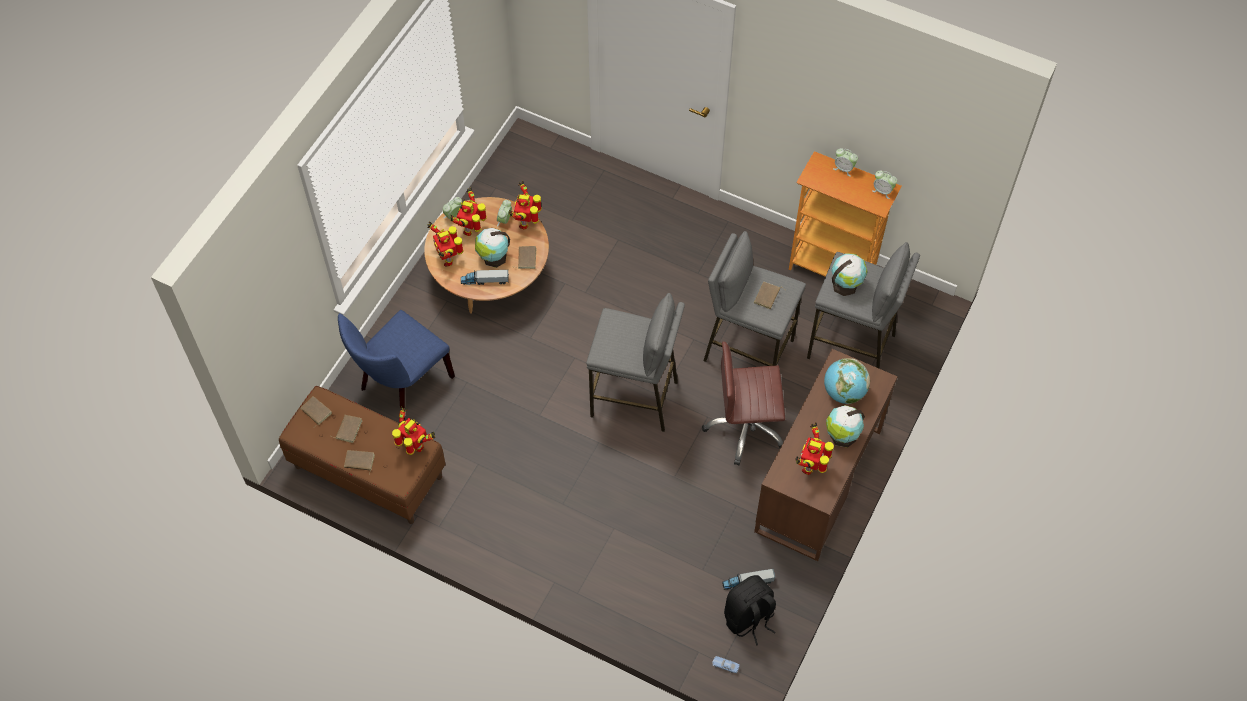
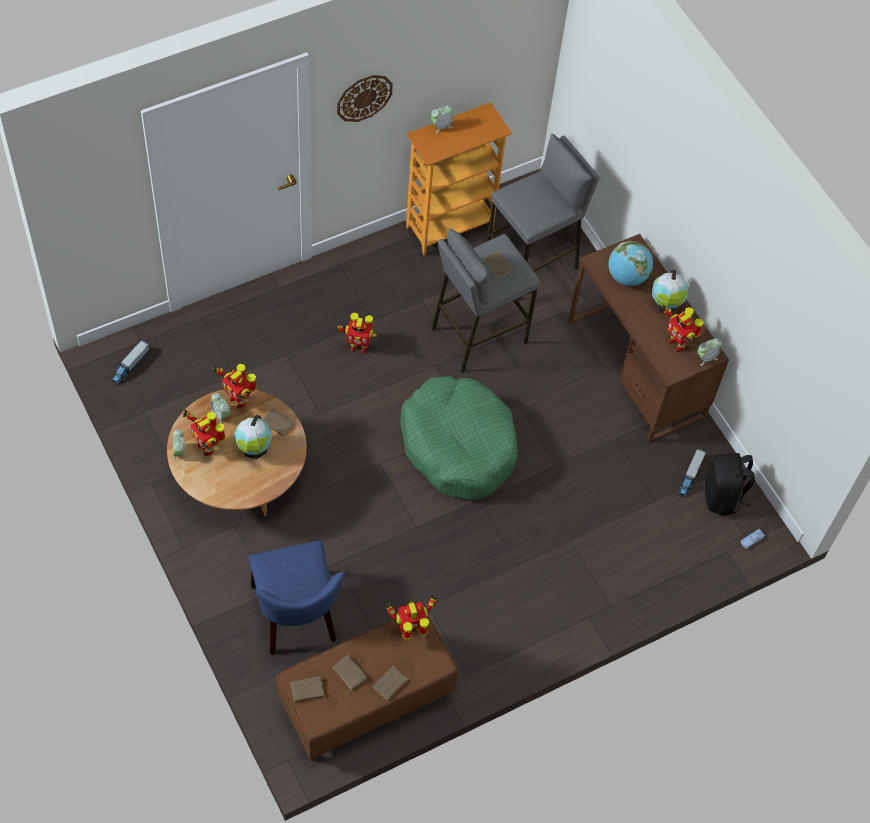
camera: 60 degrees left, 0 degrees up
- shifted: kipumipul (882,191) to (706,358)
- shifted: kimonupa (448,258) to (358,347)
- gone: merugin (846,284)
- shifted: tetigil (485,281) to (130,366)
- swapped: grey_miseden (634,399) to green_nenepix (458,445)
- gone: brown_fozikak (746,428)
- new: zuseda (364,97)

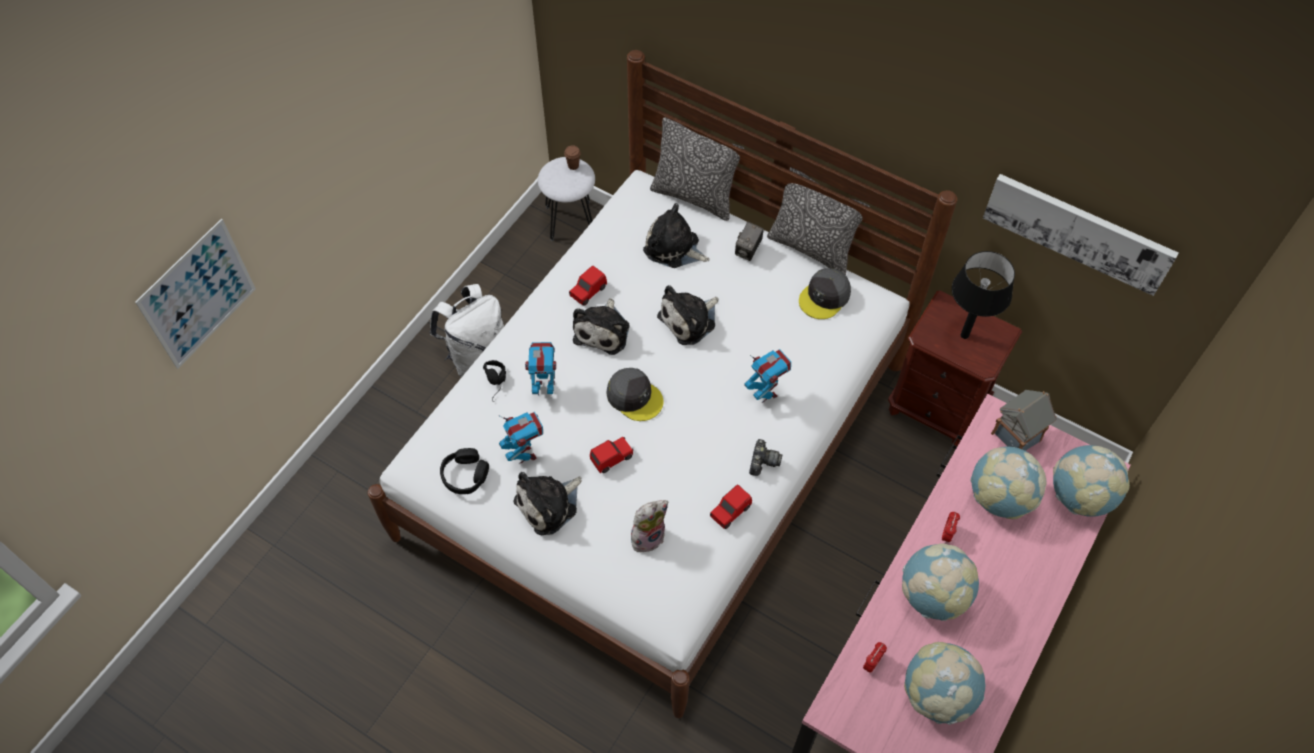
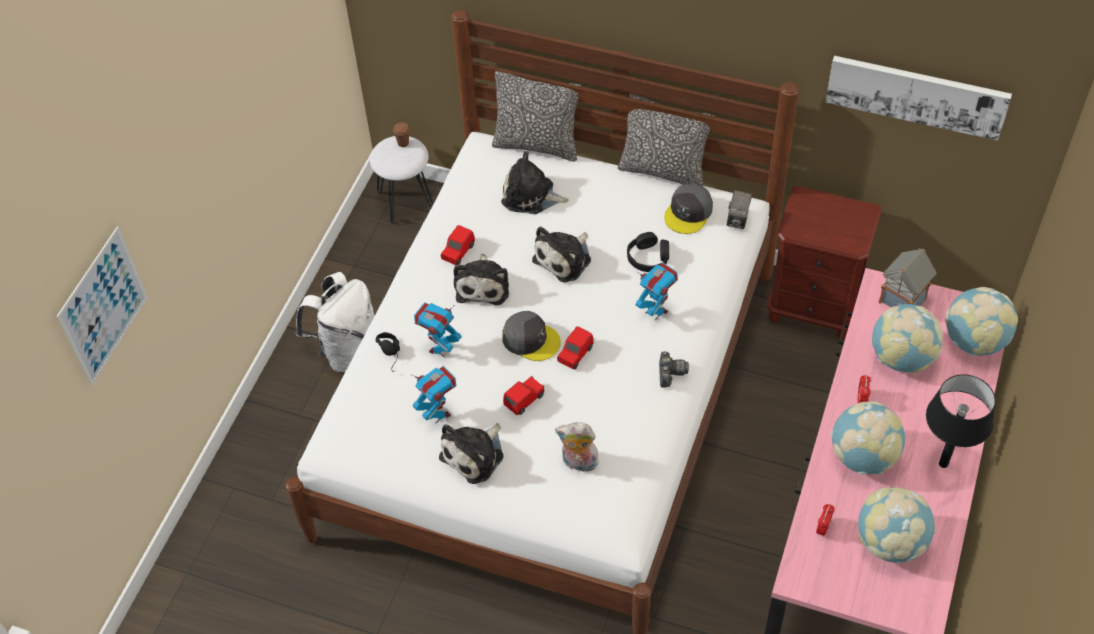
camera: 10 degrees left, 5 degrees down
- shifted: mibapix (748,250) to (738,219)
- shifted: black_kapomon (964,335) to (943,464)
- rotated: kimonupa (544,387) = (440,348) 45 degrees counterclockwise
- shifted: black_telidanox (465,475) to (648,257)
- shifted: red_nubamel (730,512) to (575,354)
- rotated: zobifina (647,536) = (578,463) 120 degrees counterclockwise

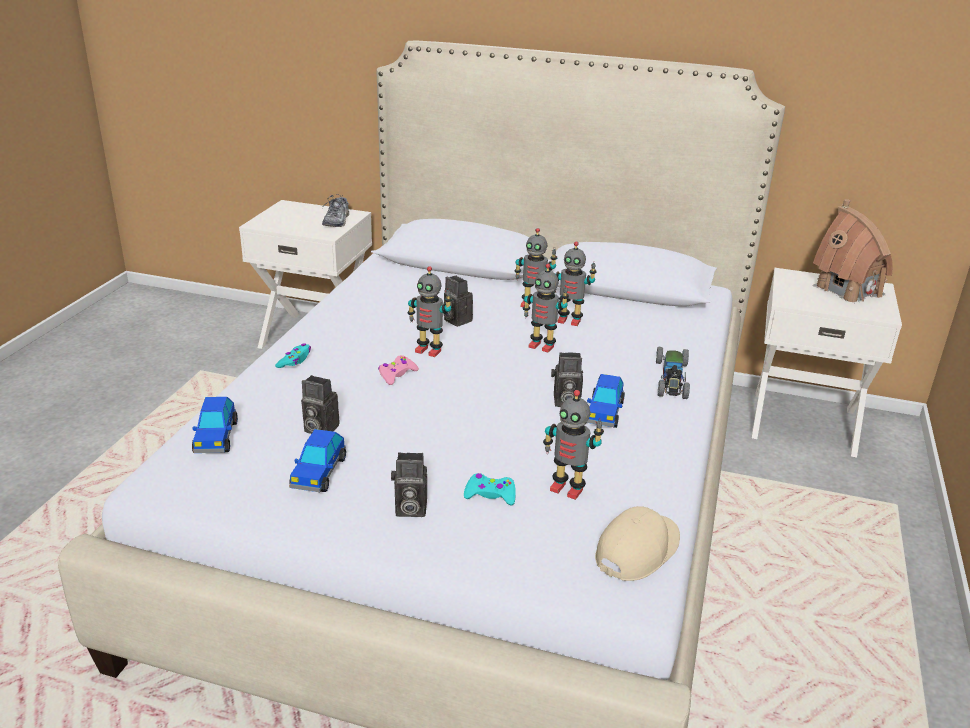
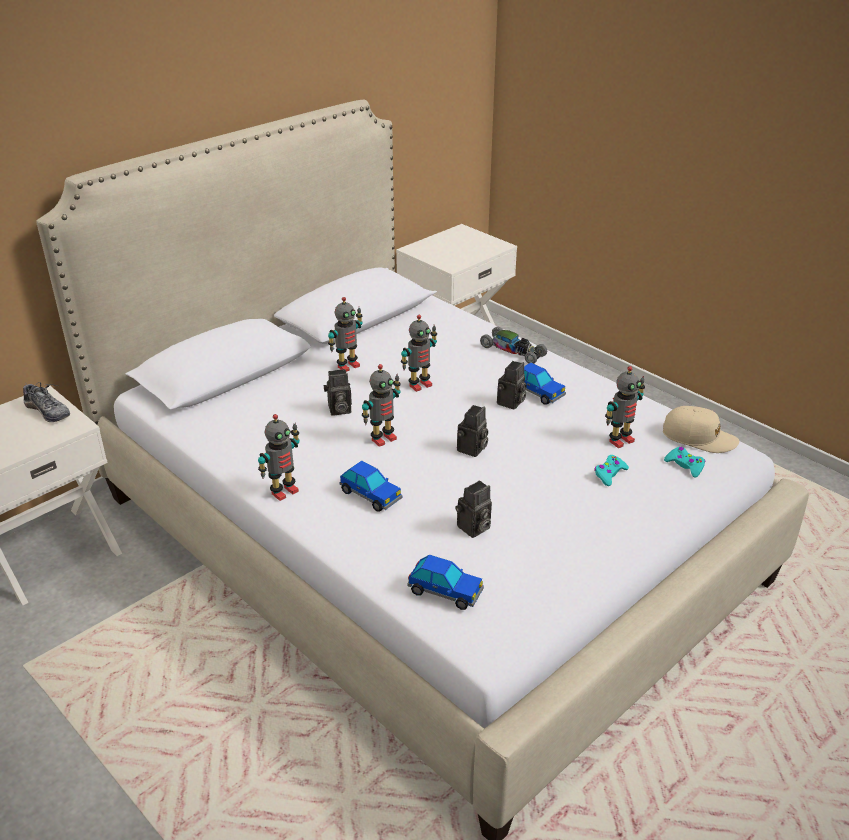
camera: 60 degrees left, 5 degrees up
- gone: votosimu (848,290)
- shifted: kimonupa (569,320) to (283,491)
- shifted: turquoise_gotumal (295,360) to (685,465)
- gone: pink_gotumal (397,374)
- shifted: nubamel (319,473) to (370,495)
- shifted: mibapix (409,509) to (472,450)
- rotated: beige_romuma (637,550) = (699,437) 135 degrees clockwise

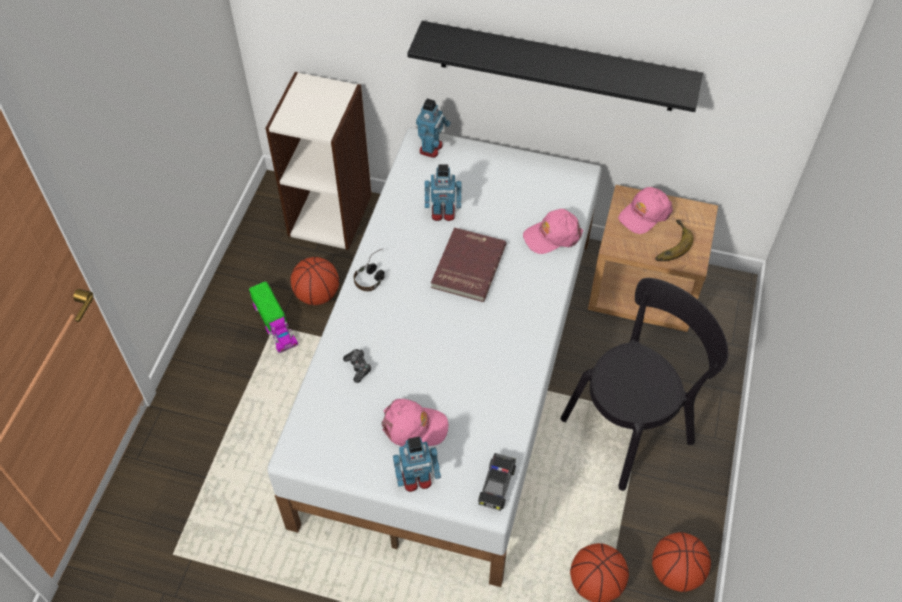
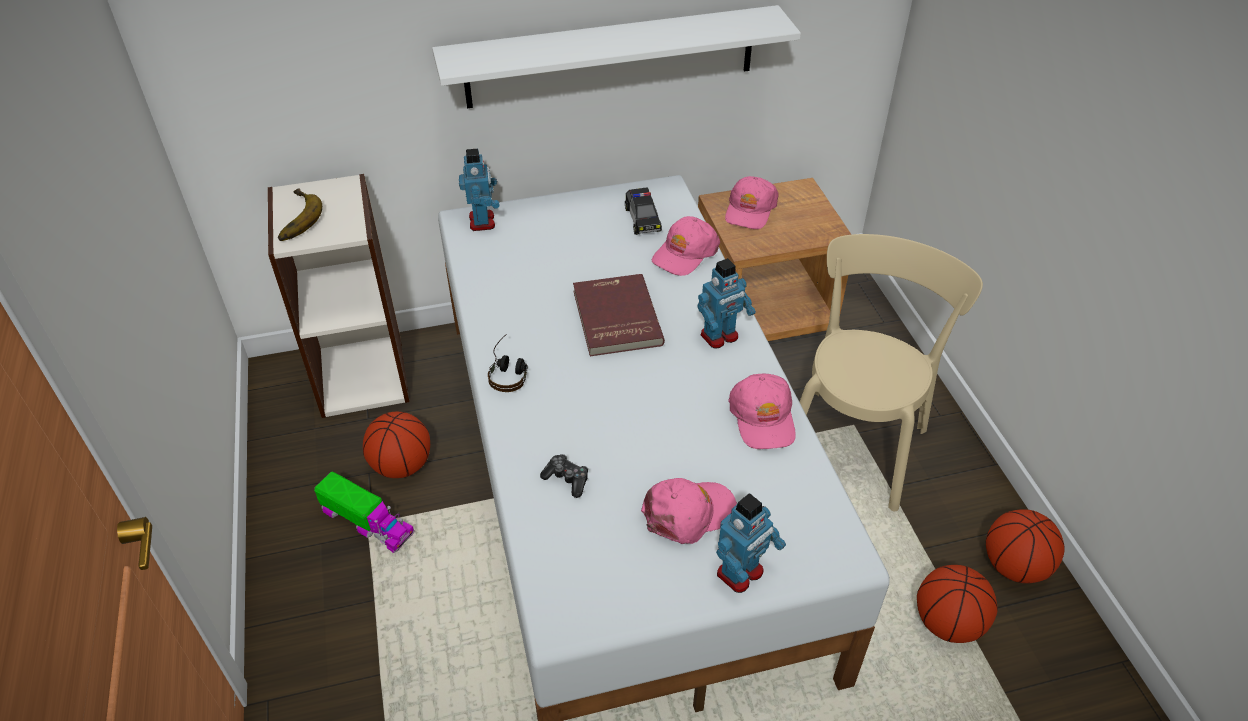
camera: 30 degrees left, 10 degrees down
- repainted: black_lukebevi (557,67) to white_lukebevi (611,57)
- shifted: kimonupa (443,213) to (720,336)
- shifted: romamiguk (669,244) to (294,219)
- repainted: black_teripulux (631,427) to beige_teripulux (854,443)
- shifted: nubamel (497,485) to (642,219)
- new: pink_romuma (763,417)

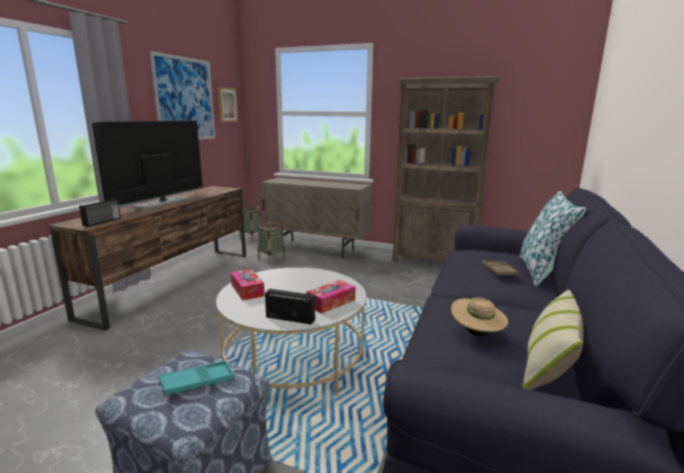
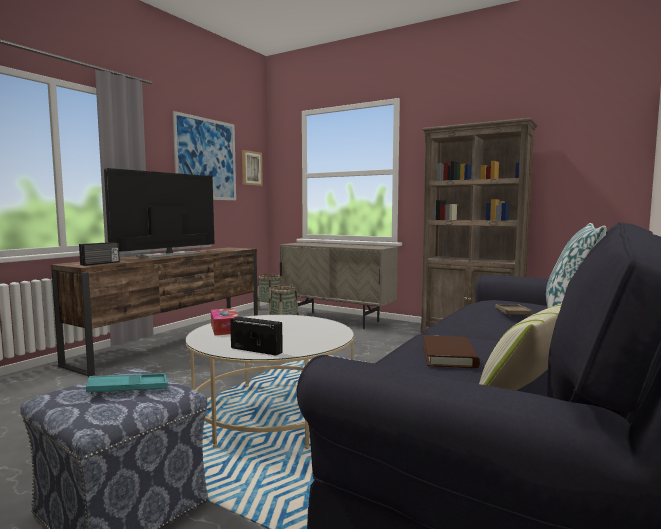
camera: 10 degrees right, 10 degrees down
- gone: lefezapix (331,302)
- swapped: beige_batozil (476,334) to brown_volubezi (449,356)

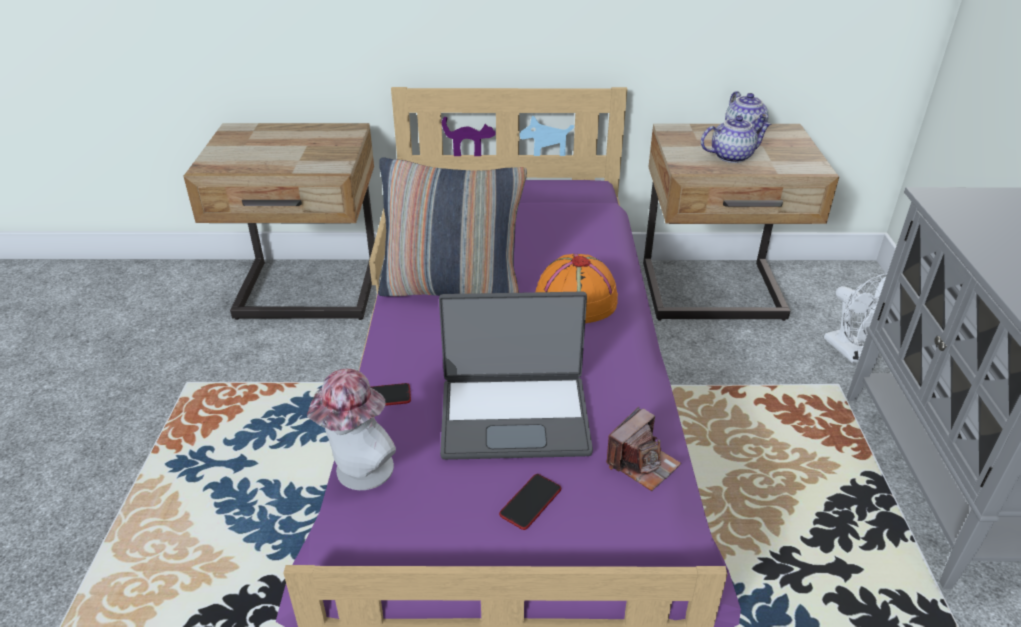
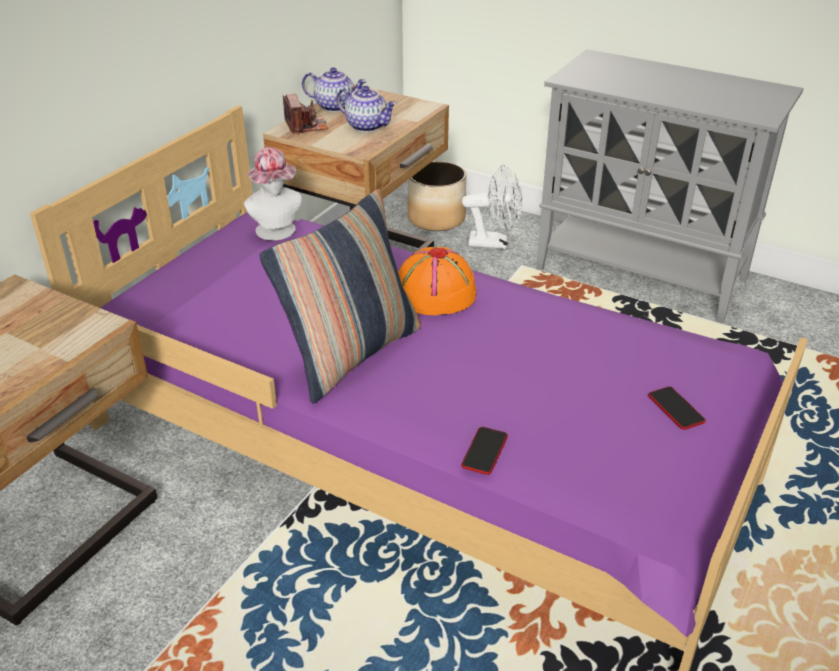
camera: 60 degrees left, 0 degrees up
- rotated: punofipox (731,156) = (368,126) 105 degrees clockwise
- gone: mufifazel (514,416)
- shifted: batozil (359,473) to (277,233)
- shifted: mibapix (642,463) to (306,126)
- new: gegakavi (435,218)

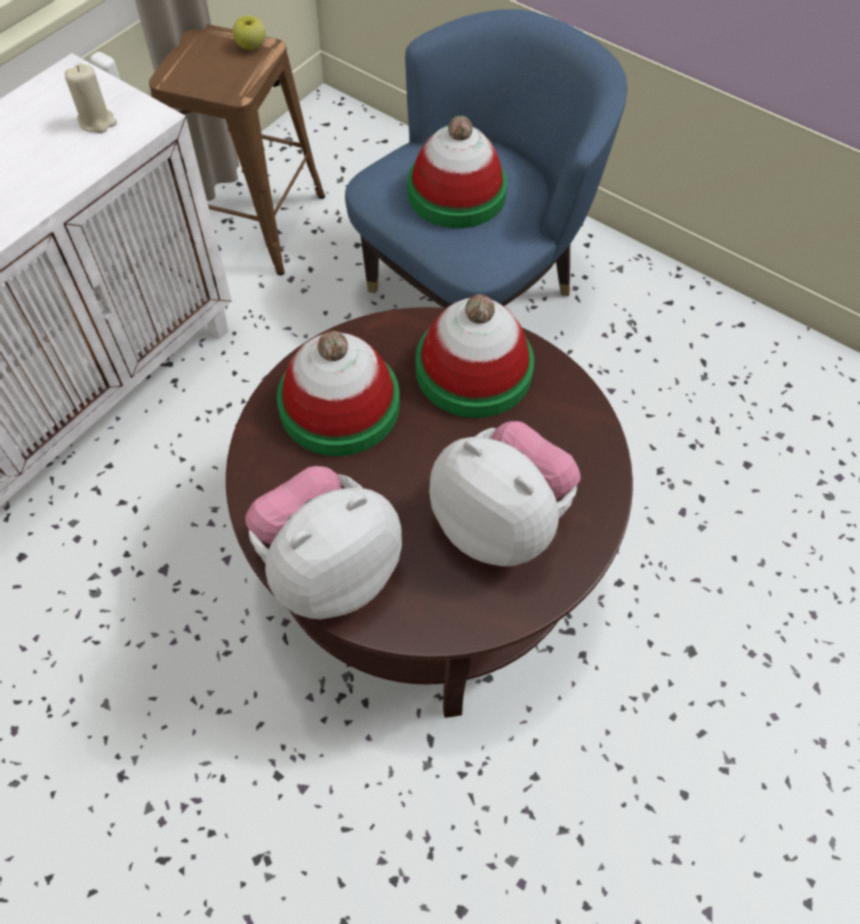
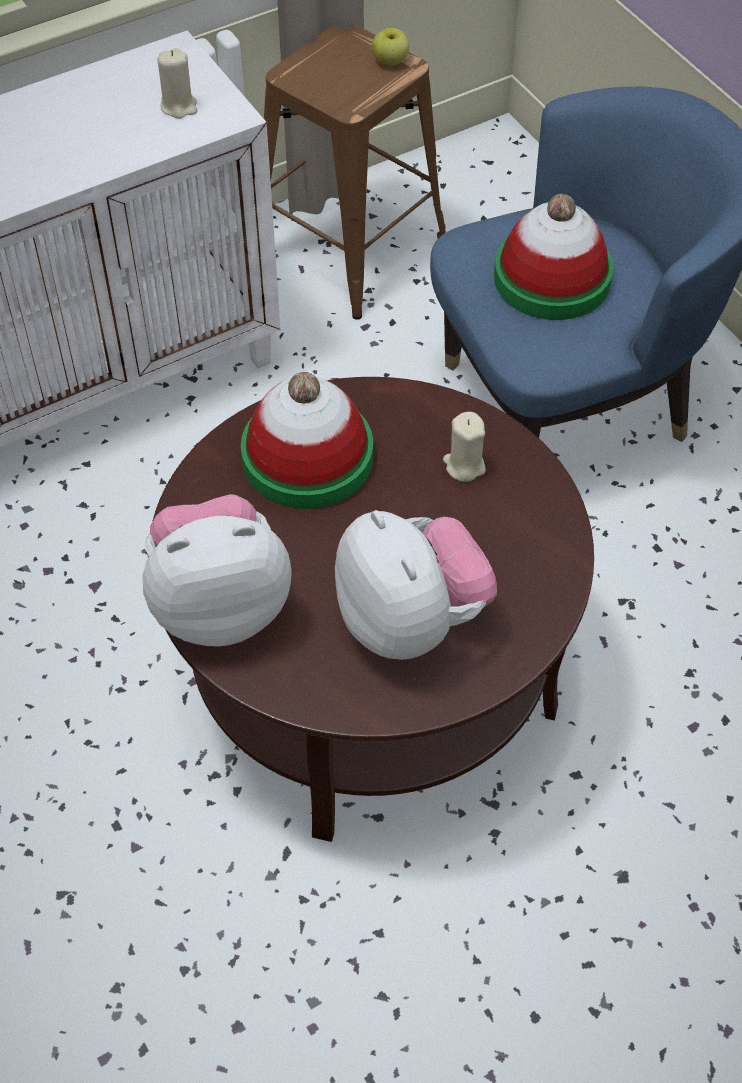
camera: 25 degrees right, 5 degrees down
- swapped: batozil (473,369) to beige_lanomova (464,466)

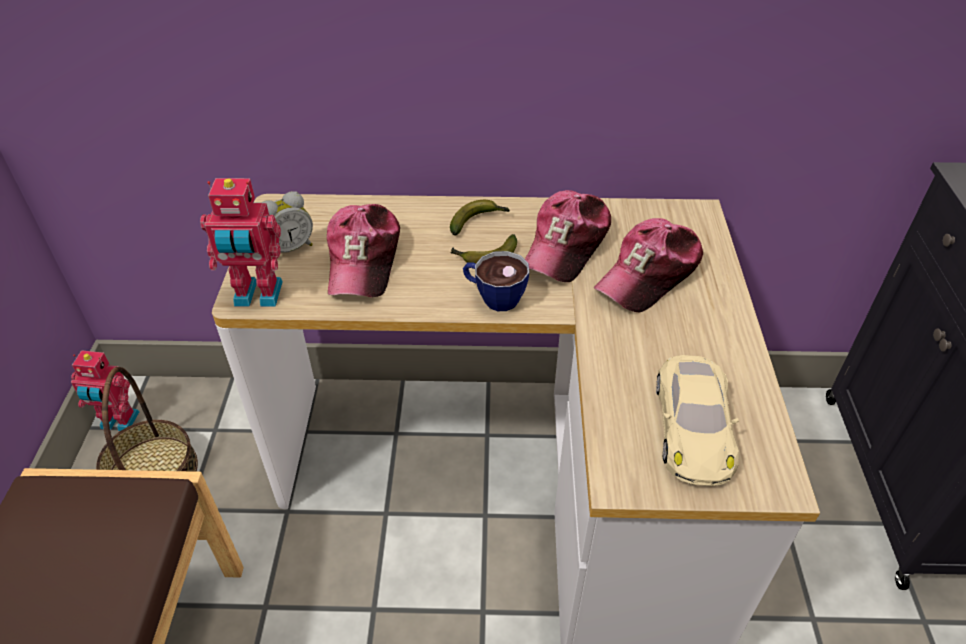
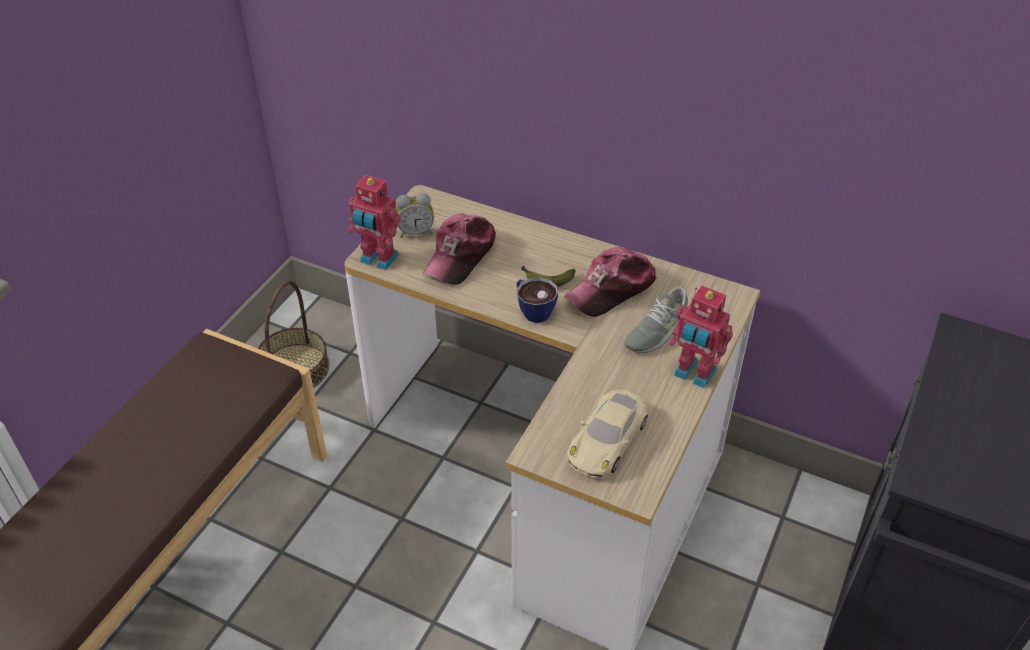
camera: 25 degrees right, 0 degrees up
- gone: romamiguk (478,222)
- swapped: romuma (649,275) to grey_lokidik (657,330)
- shifted: kimonupa (119,422) to (694,374)

